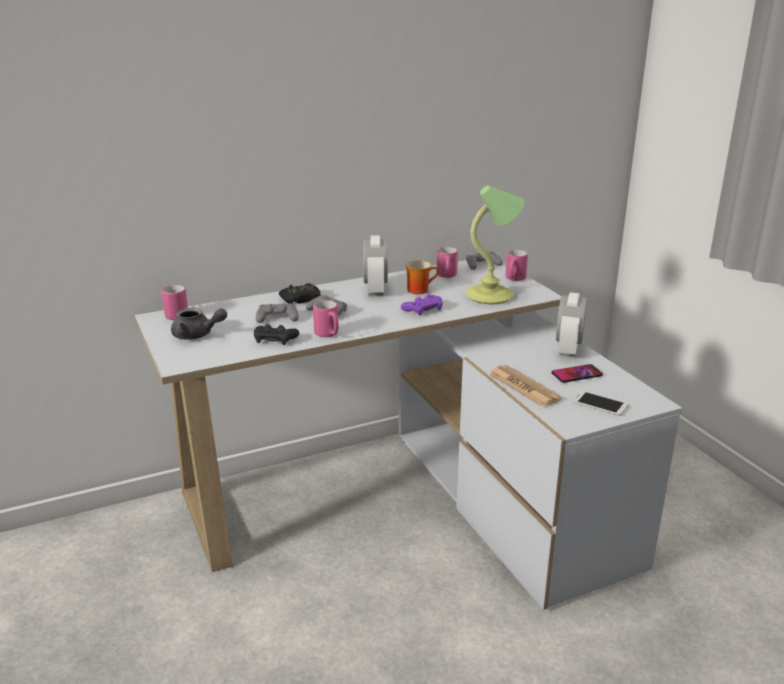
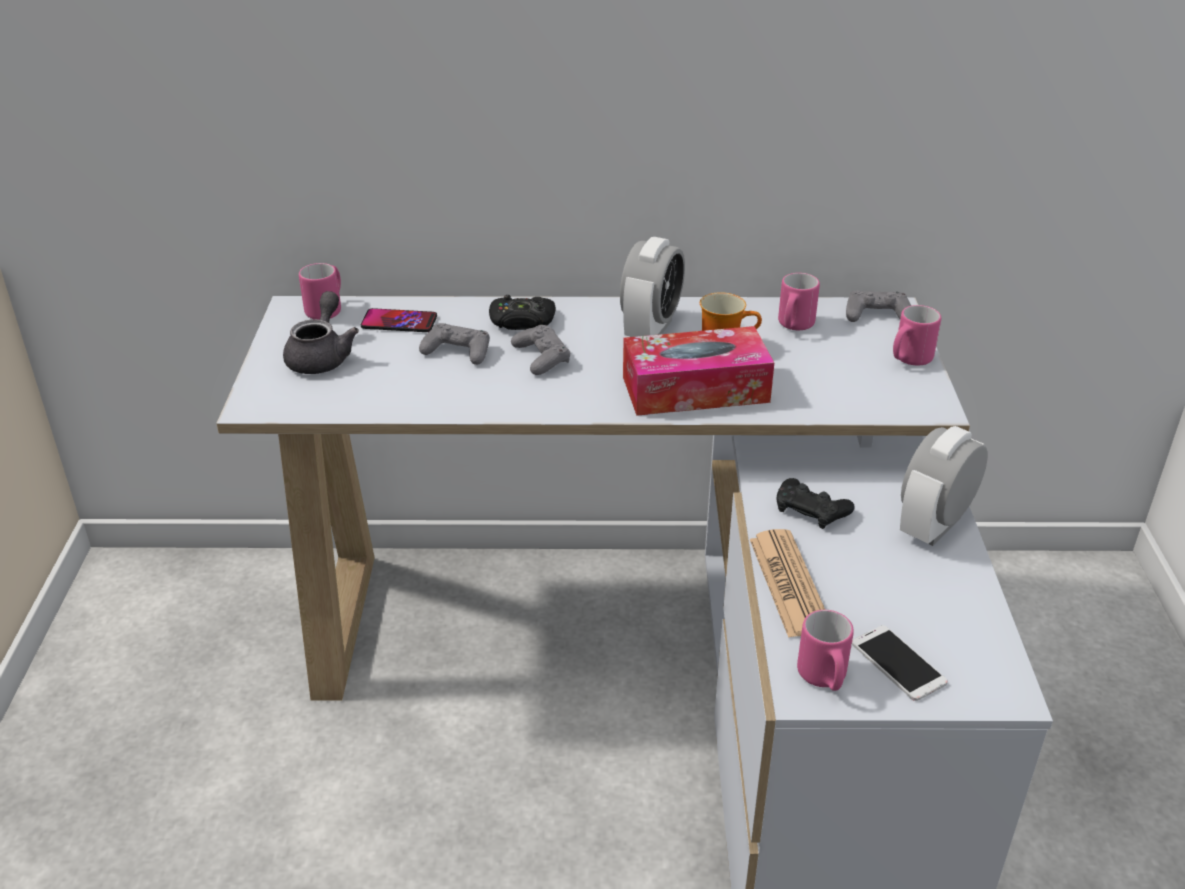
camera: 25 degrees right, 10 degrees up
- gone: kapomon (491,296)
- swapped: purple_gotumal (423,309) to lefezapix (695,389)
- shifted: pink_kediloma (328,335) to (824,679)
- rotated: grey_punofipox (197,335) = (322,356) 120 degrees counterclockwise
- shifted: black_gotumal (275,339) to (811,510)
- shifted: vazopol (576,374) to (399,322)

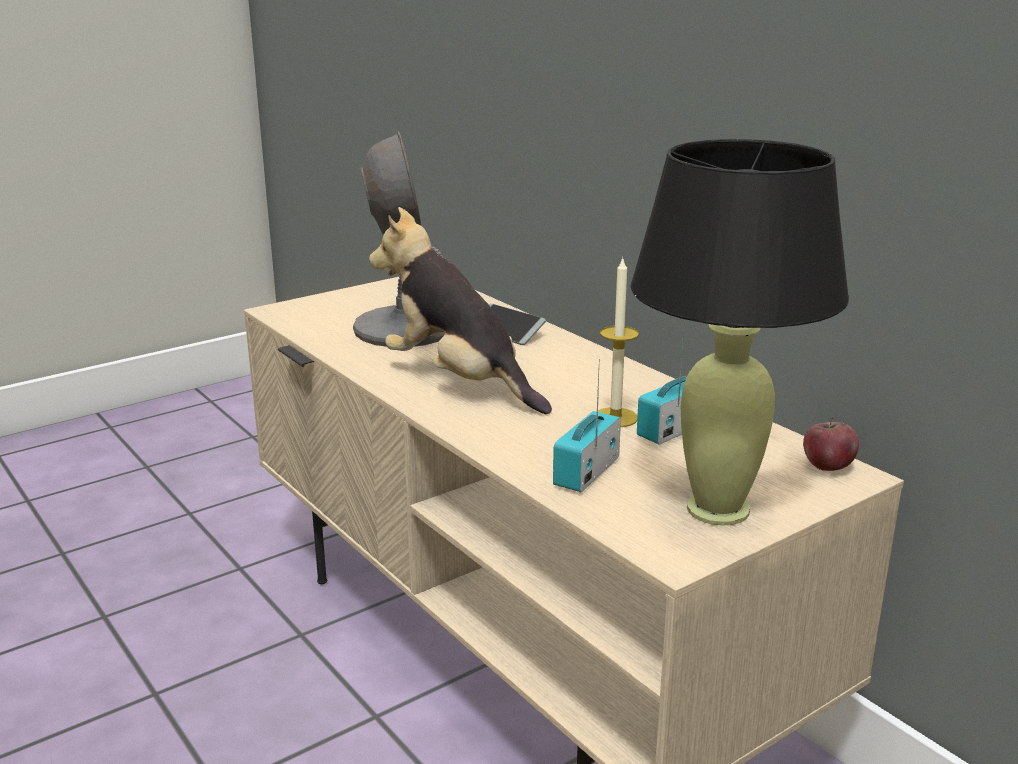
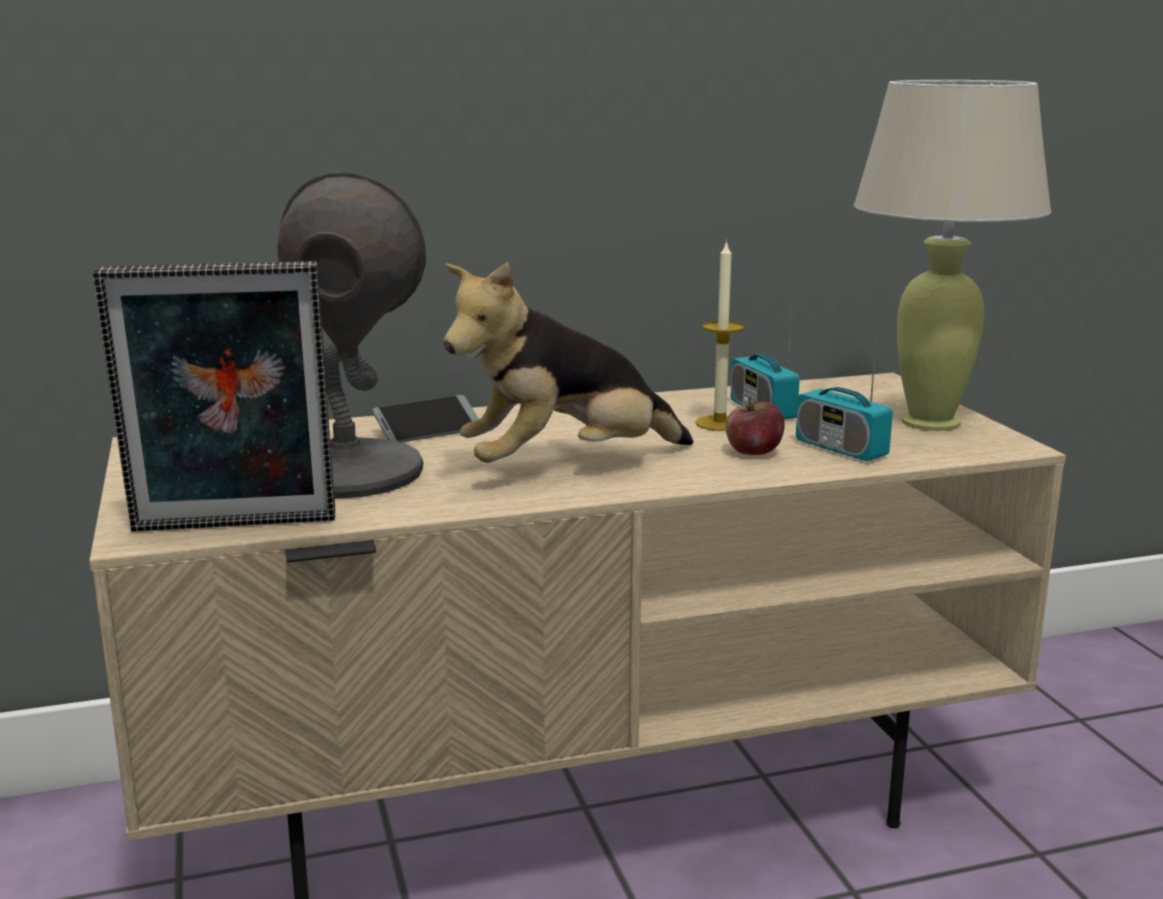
camera: 70 degrees left, 5 degrees down
- repainted: black_kapomon (717,508) to beige_kapomon (929,422)
- shifted: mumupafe (827,466) to (753,452)
- new: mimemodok (233,528)

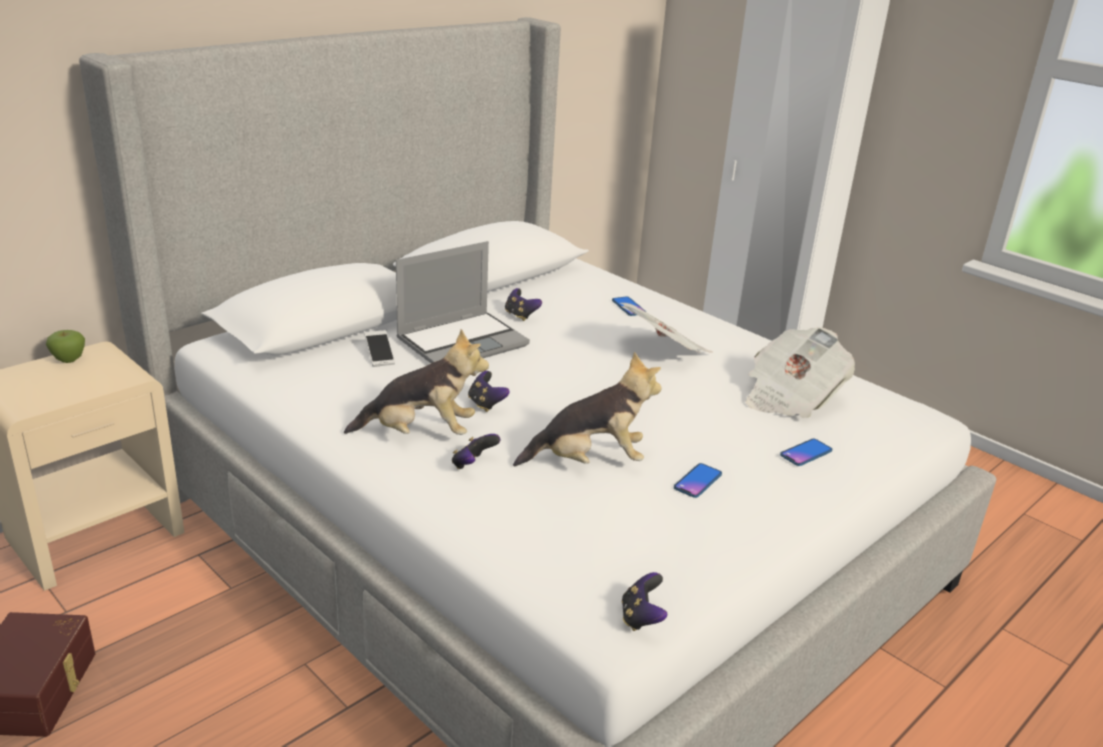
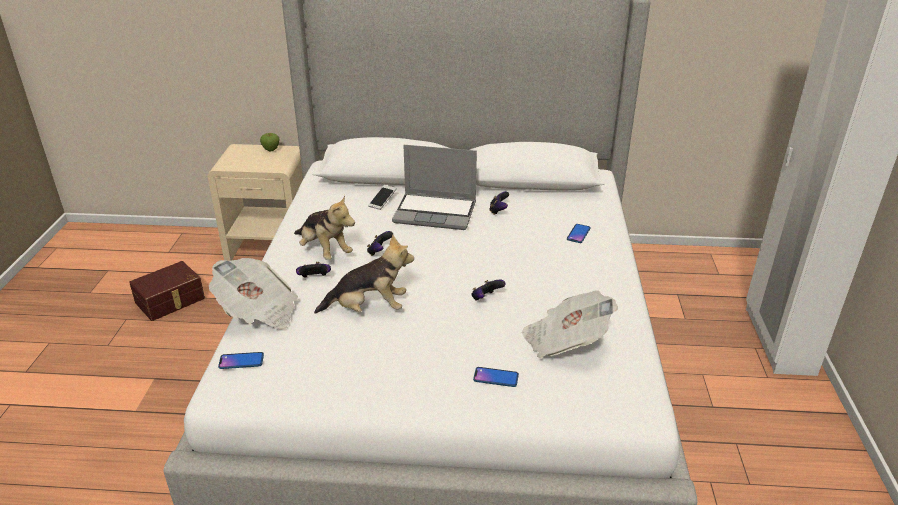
camera: 50 degrees right, 5 degrees up
- shifted: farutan (664,352) to (258,311)
- rotated: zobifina (589,461) = (368,308) 45 degrees counterclockwise
- shifted: vazopol (697,481) to (241,361)
- shifted: gotumal (641,618) to (486,298)

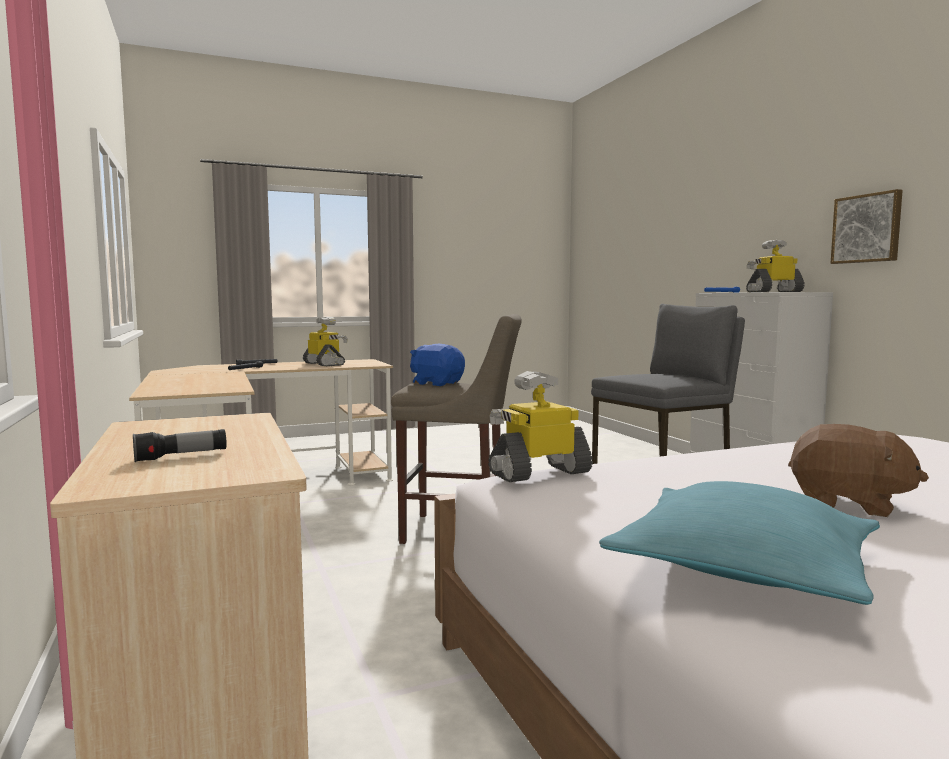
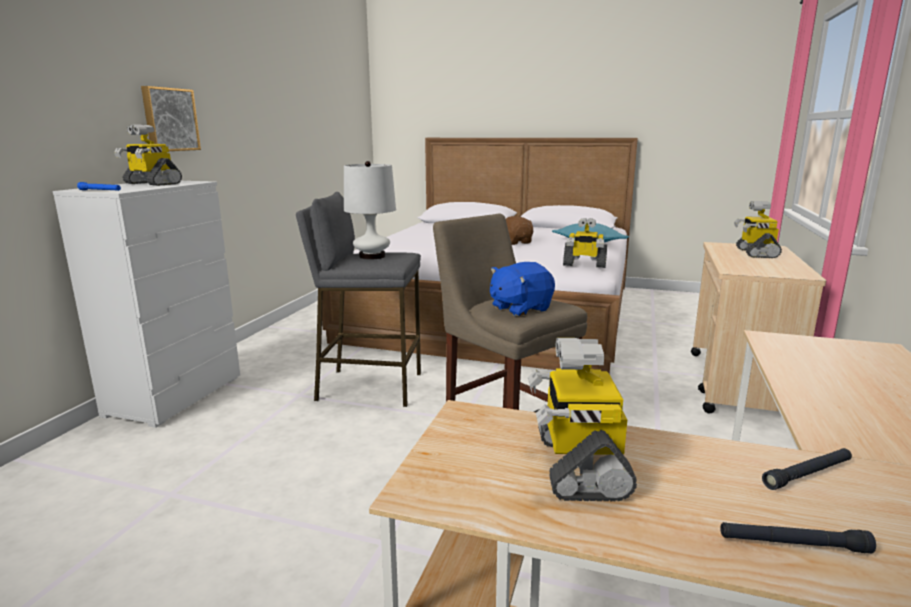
camera: 140 degrees left, 10 degrees up
- rotated: blue_zobifina (437,383) = (520,308) 75 degrees clockwise
- swapped: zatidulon (181,456) to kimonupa (755,253)
- new: white_kapomon (372,256)

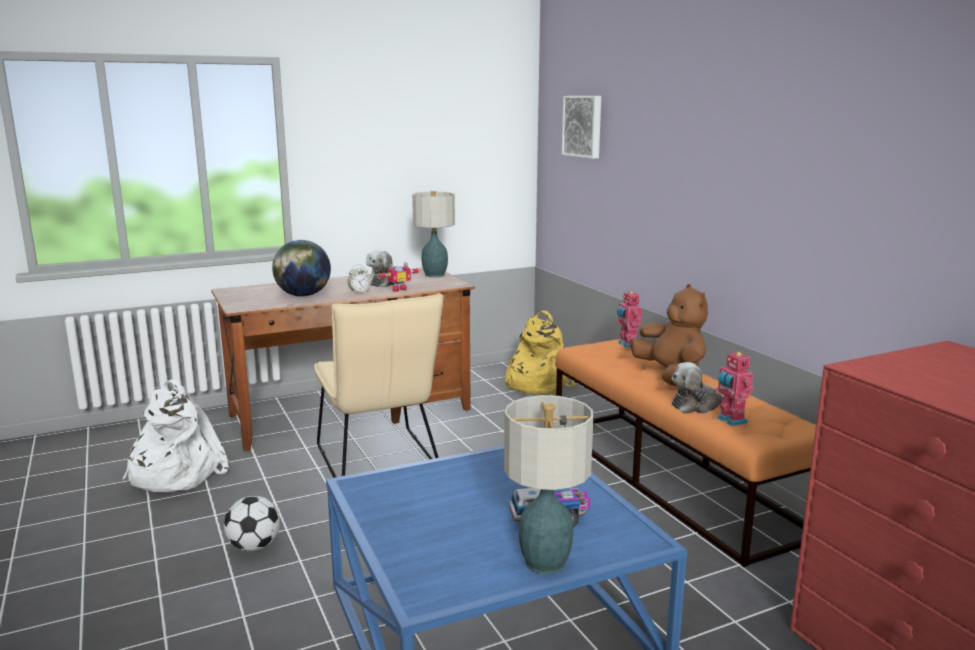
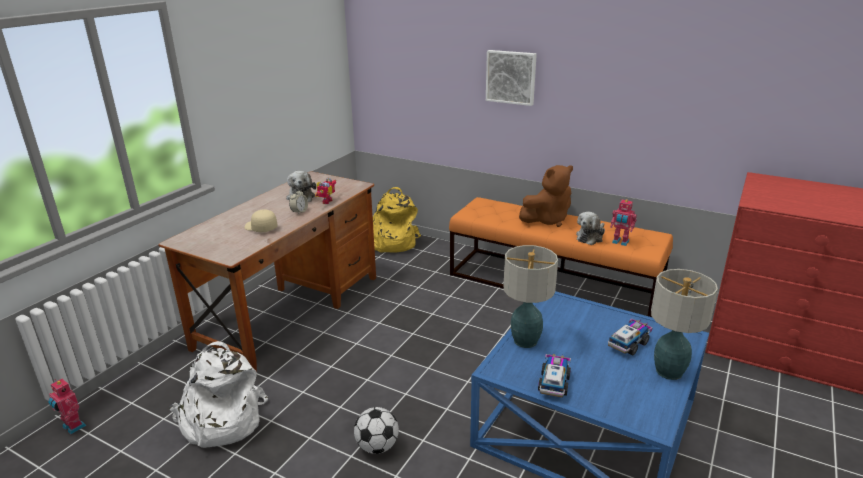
camera: 35 degrees left, 10 degrees up
- shifted: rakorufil (583,126) to (511,77)
- shifted: kapomon (435,275) to (525,340)
- swapped: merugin (303,295) to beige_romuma (260,228)
- rotated: brown_zobifina (671,376) = (547,220) 120 degrees clockwise
- shifted: kimonupa (627,344) to (72,427)
- gone: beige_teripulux (379,463)
- new: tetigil (554,382)

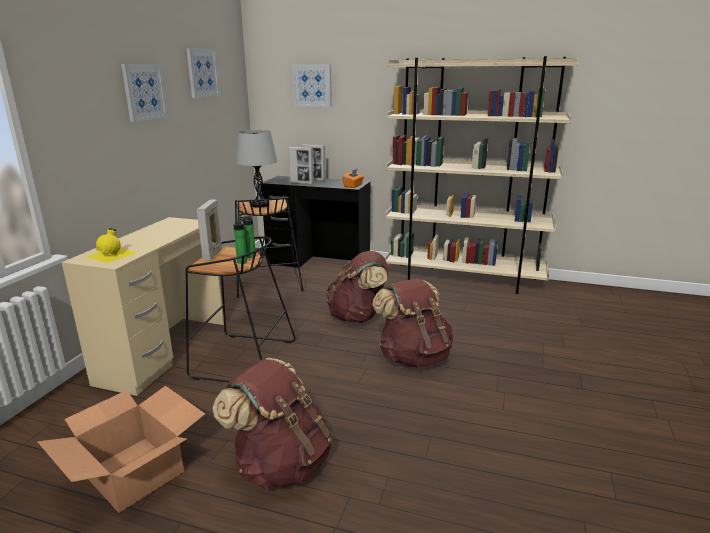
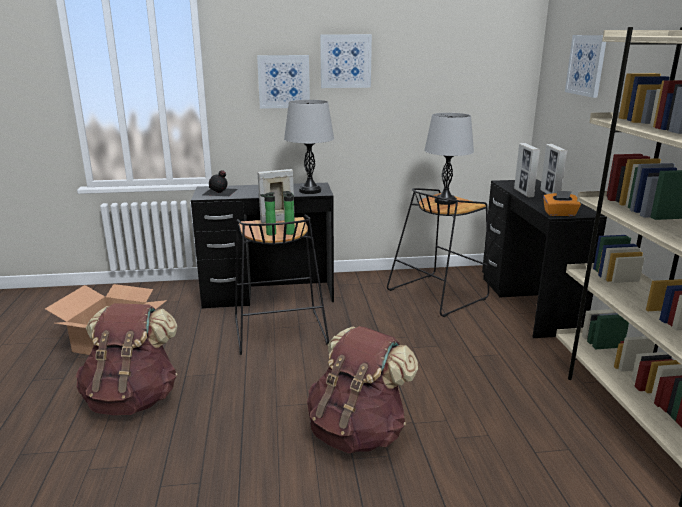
camera: 65 degrees right, 0 degrees up
- shifted: rakorufil (202,73) to (284,81)
- repainted: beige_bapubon (163,351) to black_bapubon (268,294)
- repainted: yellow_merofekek (112,254) to black_merofekek (220,192)
- gone: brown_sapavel (358,317)
- new: grey_kapomon (310,191)

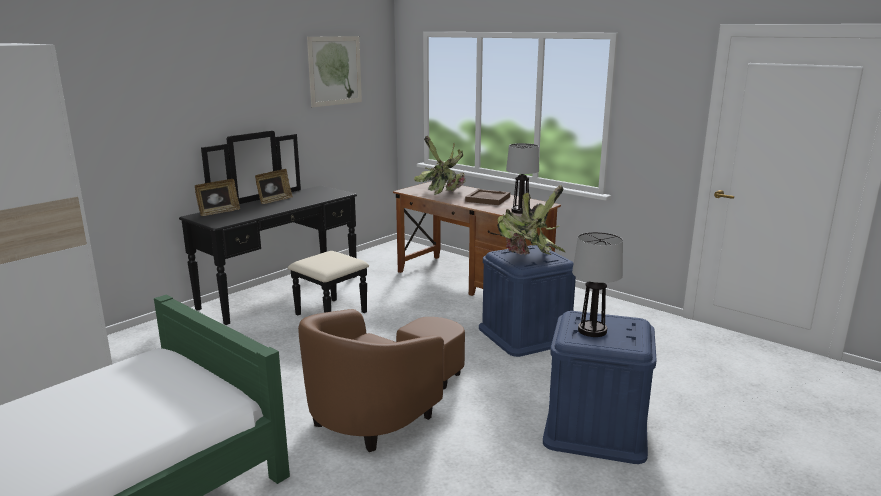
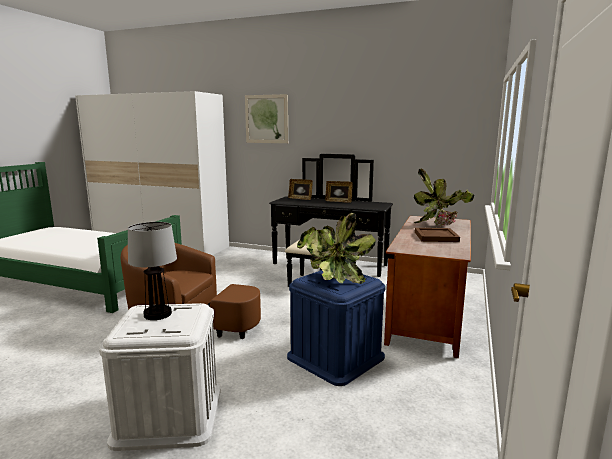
camera: 70 degrees right, 5 degrees down
- shifted: rakorufil (335,71) to (266,119)
- gone: kapomon (521,211)
- repainted: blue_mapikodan (596,428) to white_mapikodan (169,414)

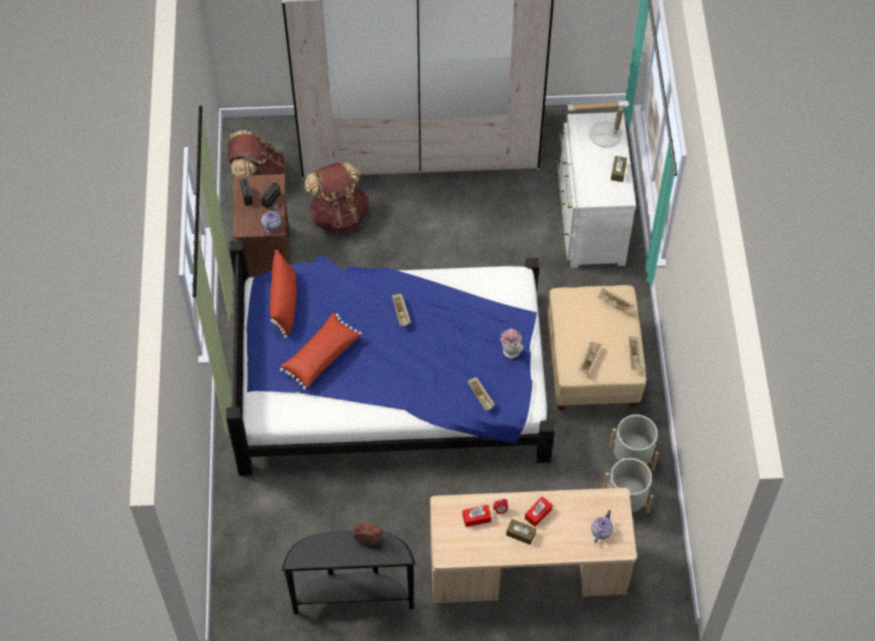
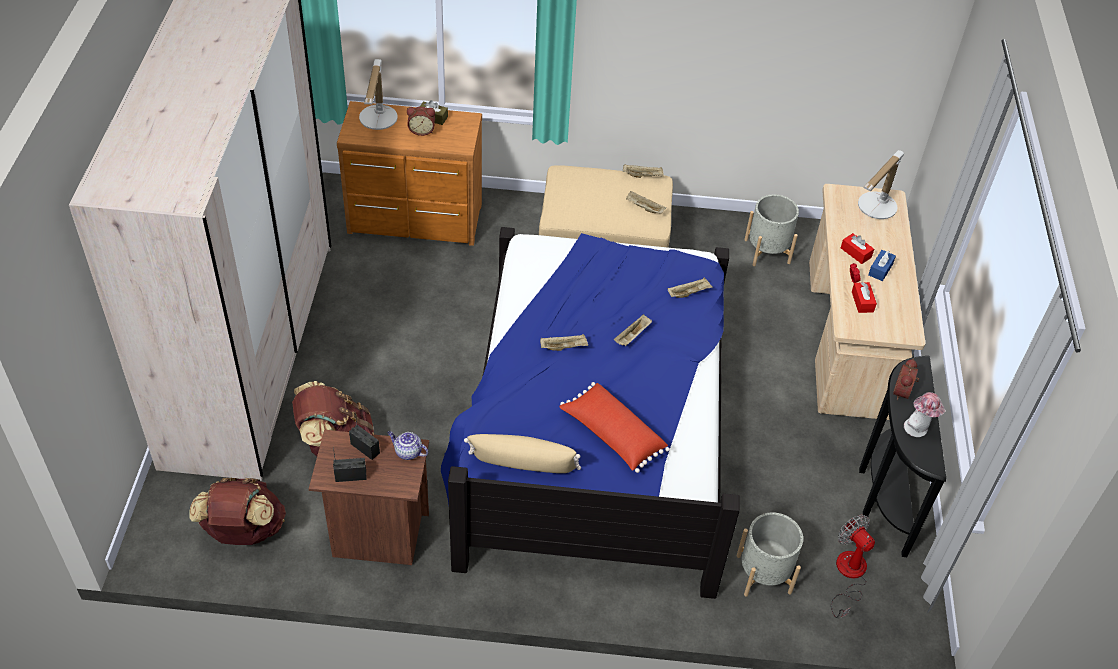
camera: 85 degrees left, 10 degrees down
- repainted: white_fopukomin (589,221) to brown_fopukomin (415,221)
- repainted: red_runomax (284,302) to beige_runomax (523,465)
- shifted: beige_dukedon (614,304) to (632,336)
- shifted: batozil (510,352) to (918,429)
- shifted: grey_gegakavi (631,458) to (763,574)
- swapped: punofipox (601,531) to kapomon (874,209)
- repainted: brown_lefezapix (520,534) to blue_lefezapix (880,269)
- new: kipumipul (421,130)
- new: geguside (848,575)

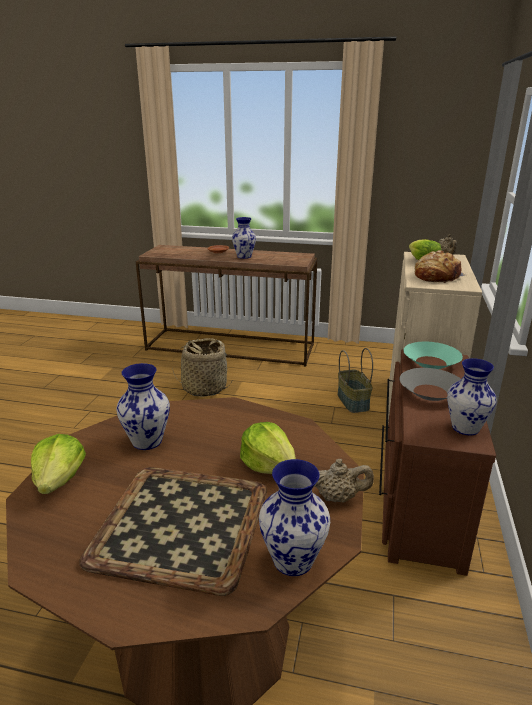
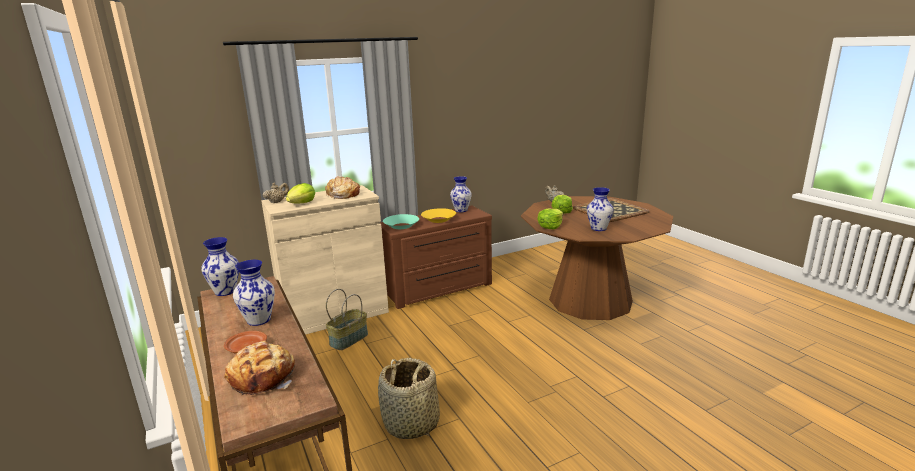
camera: 130 degrees left, 5 degrees down
- repainted: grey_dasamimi (430,392) to yellow_dasamimi (439,219)
- shifted: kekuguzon (60,480) to (550,226)
- shifted: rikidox (294,561) to (225,291)
- new: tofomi (263,377)

